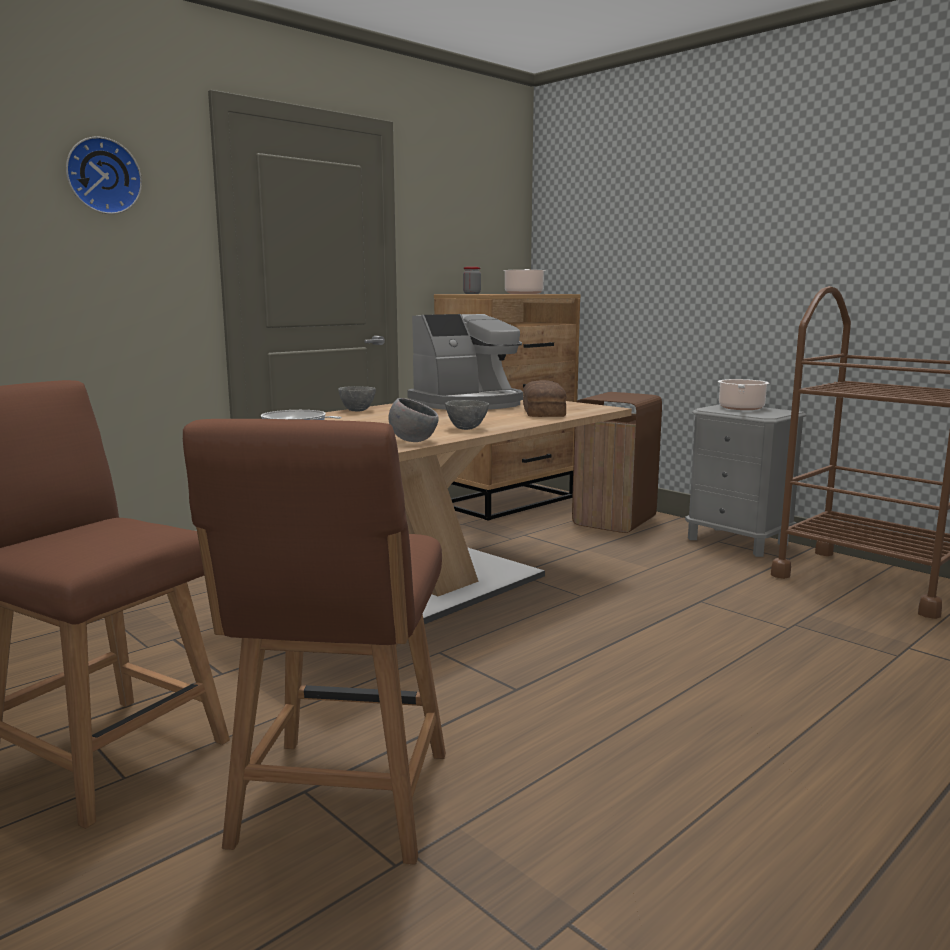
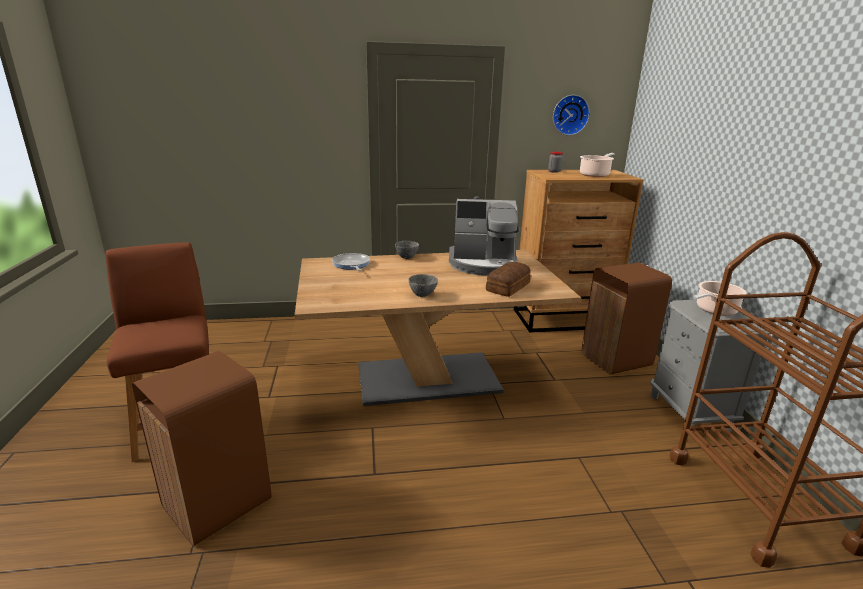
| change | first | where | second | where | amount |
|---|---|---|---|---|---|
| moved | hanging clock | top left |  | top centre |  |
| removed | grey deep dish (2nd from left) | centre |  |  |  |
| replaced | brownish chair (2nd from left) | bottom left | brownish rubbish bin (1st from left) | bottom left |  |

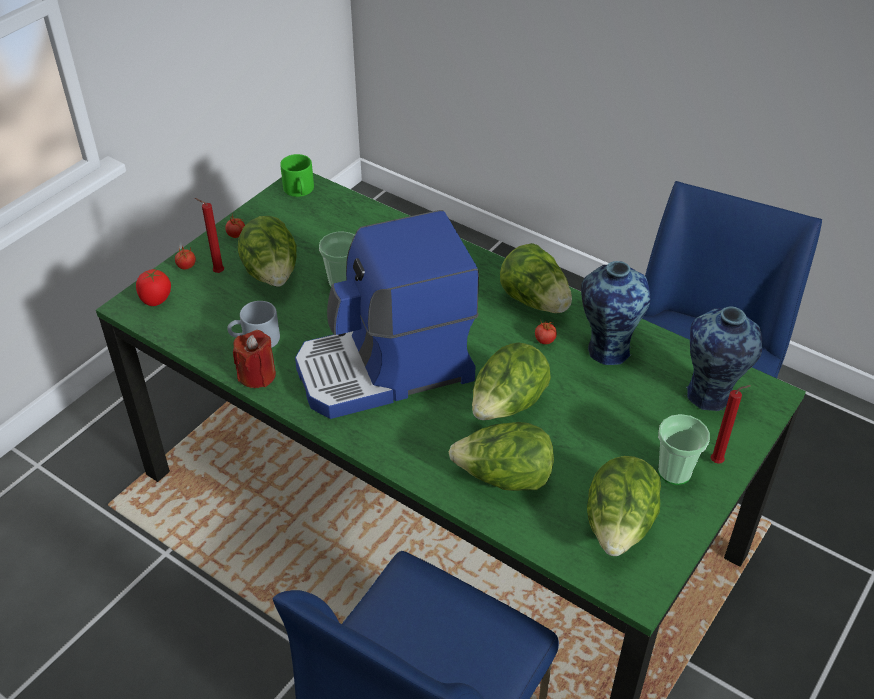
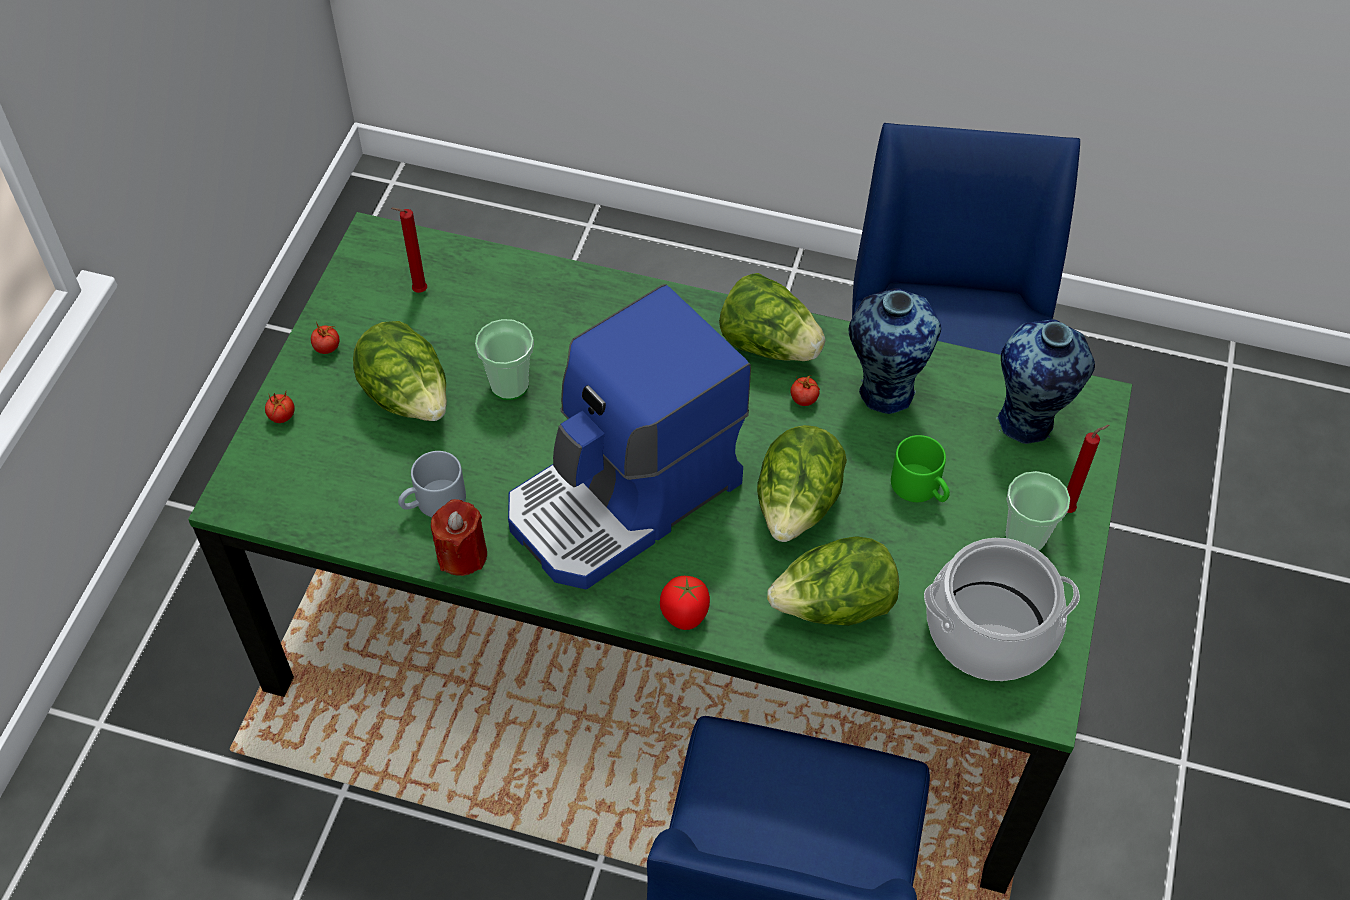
| change | first | where | second | where | amount |
|---|---|---|---|---|---|
| moved | greenish tea mug | top centre |  | middle right |  |
| moved | red-coloured wax light (1st from left) | middle left |  | top left |  |
| moved | whole tomato (1st from left in the first image) | middle left | whole tomato (3rd from left) | bottom centre |  |
| replaced | lettuce head (5th from left) | bottom right | cooking pot | bottom right |  |

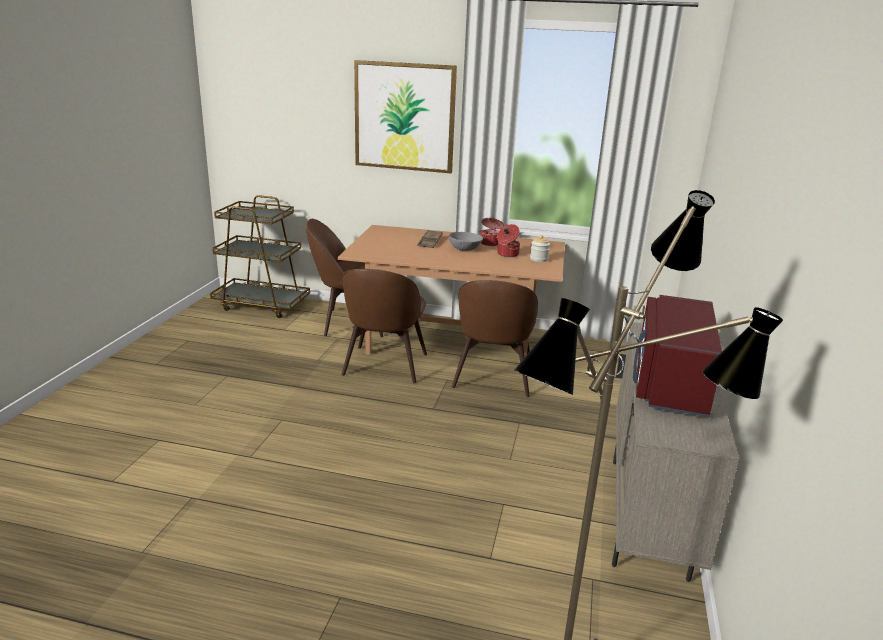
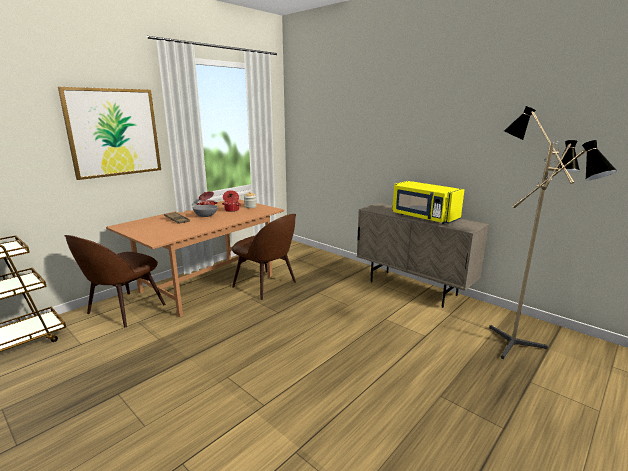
| change | first | where | second | where | amount |
|---|---|---|---|---|---|
| removed | brownish chair (2nd from left) | centre |  |  |  |
| recoloured | red-coloured microwave | middle right | yellowish microwave | middle right |  |

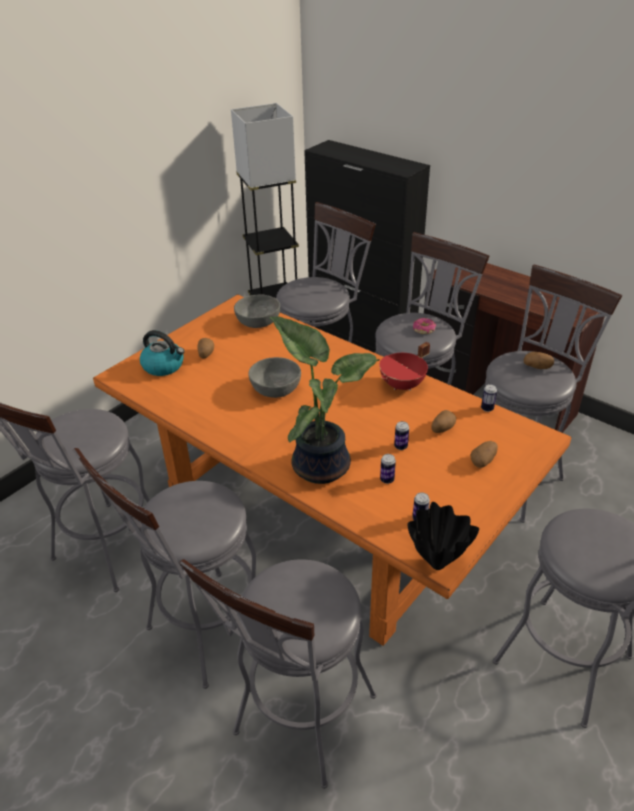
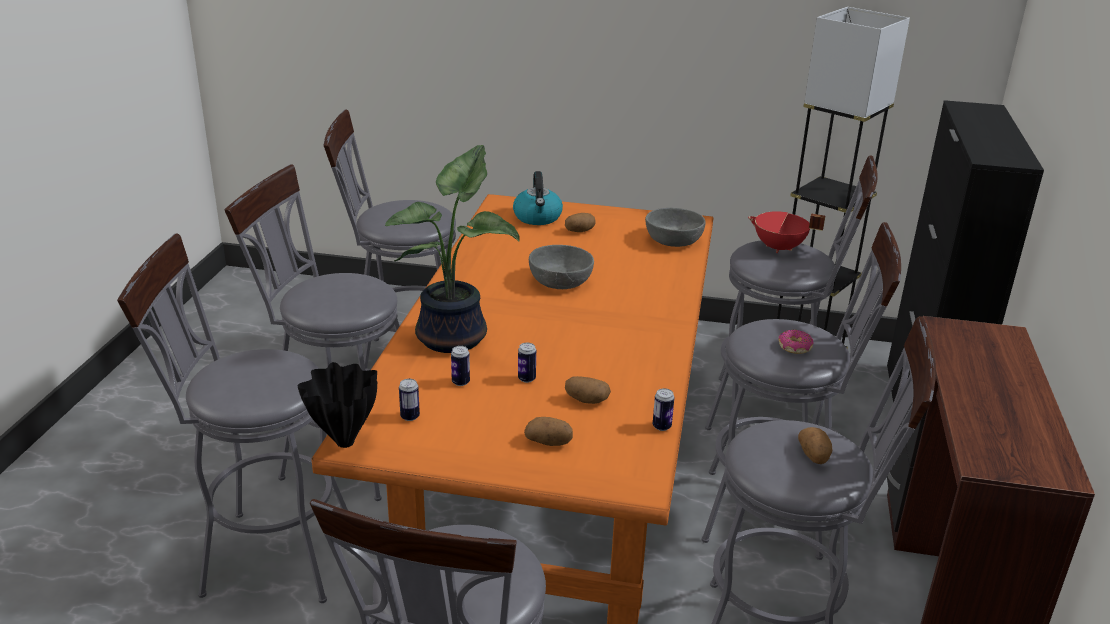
| change | first | where | second | where | amount |
|---|---|---|---|---|---|
| moved | red-coloured cooking pot | centre |  | middle right |  |

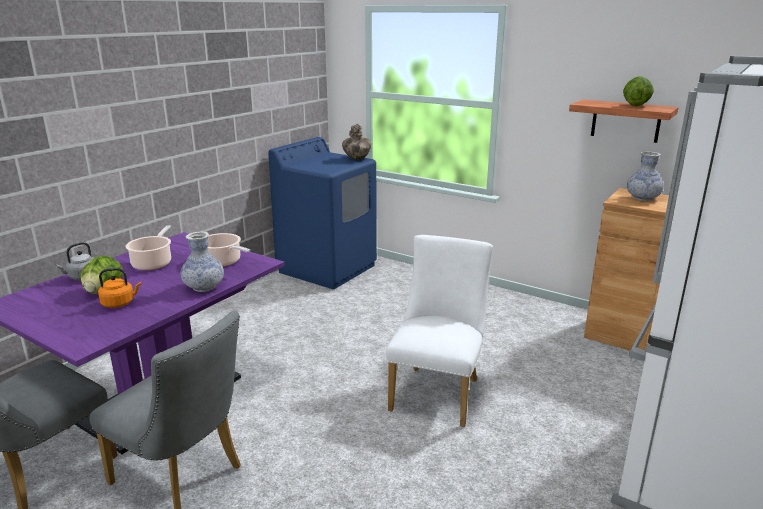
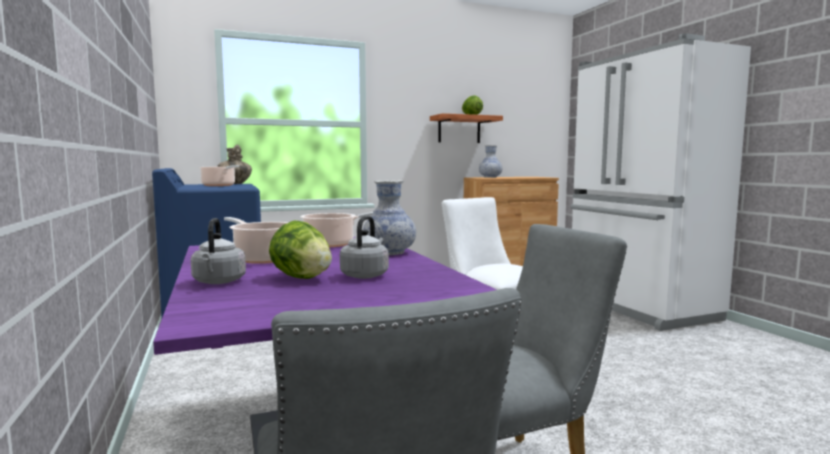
| change | first | where | second | where | amount |
|---|---|---|---|---|---|
| recoloured | orange tea kettle | middle left | grey tea kettle (2nd from left) | centre |  |
| added |  |  | cooking pot (1st from left) | middle left |  |

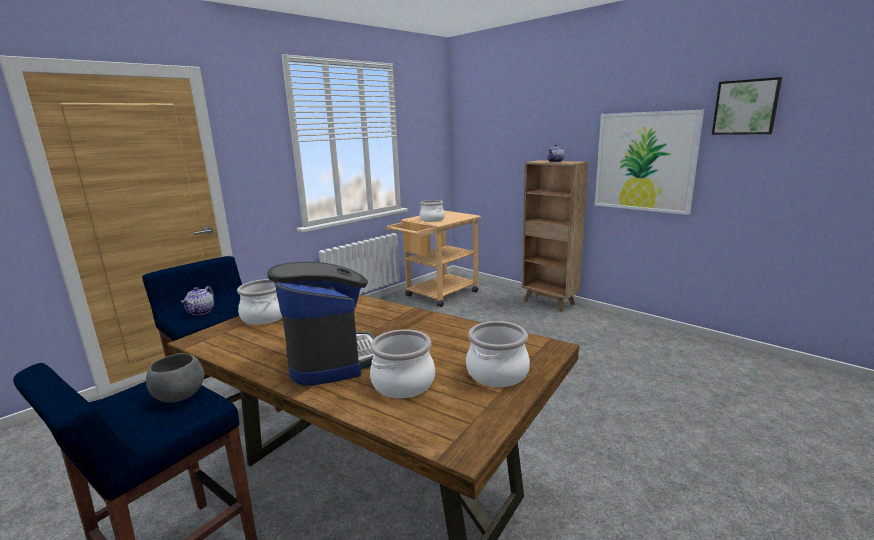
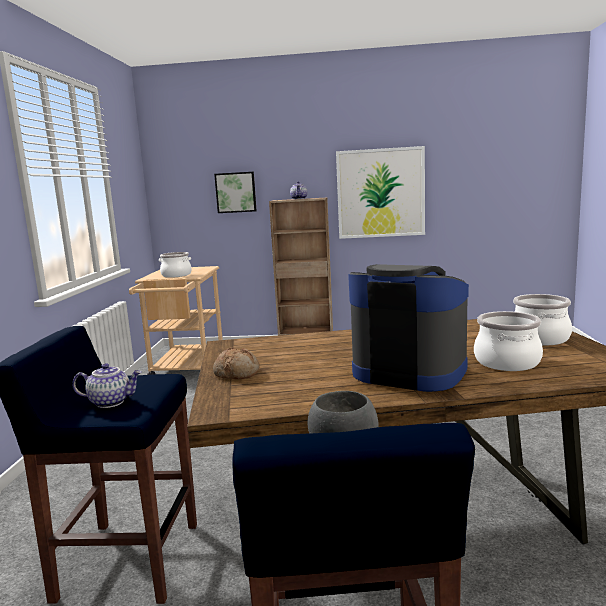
| change | first | where | second | where | amount |
|---|---|---|---|---|---|
| moved | picture (2nd from left in the first image) | top right | picture (1st from left) | top centre |  |
| replaced | cooking pot (1st from left) | middle left | bread | centre |  |
| turned | tea pot (1st from left) | middle left |  | middle left | 60 degrees counterclockwise |

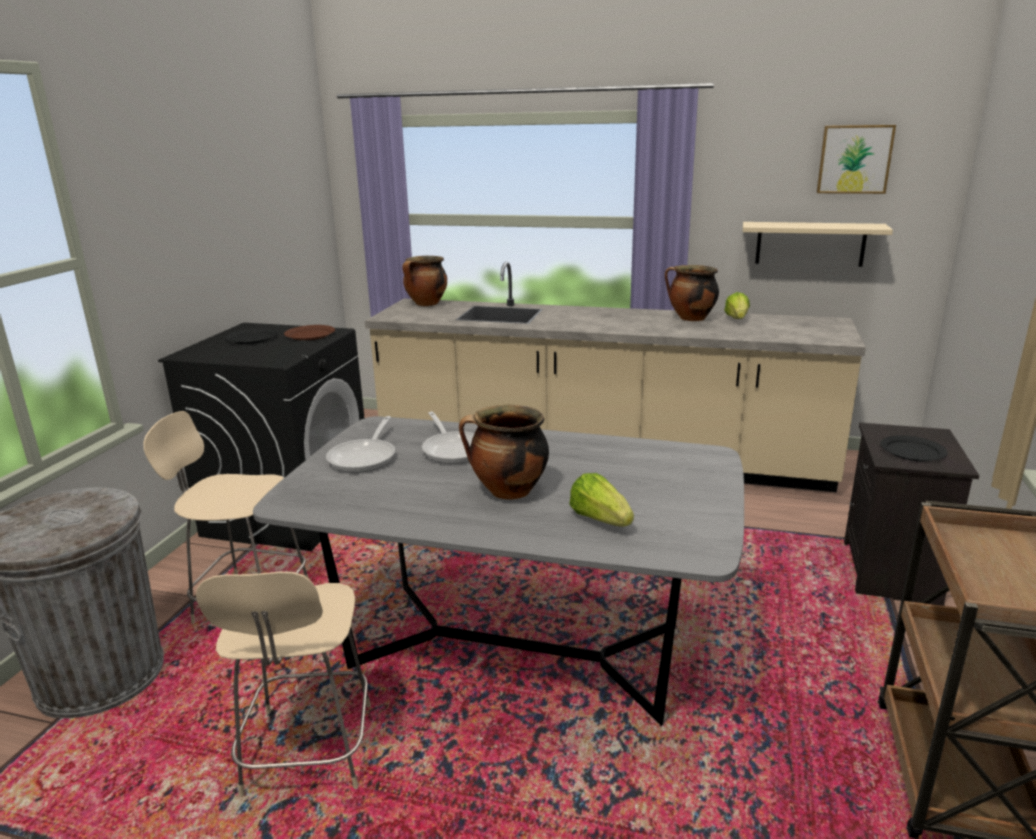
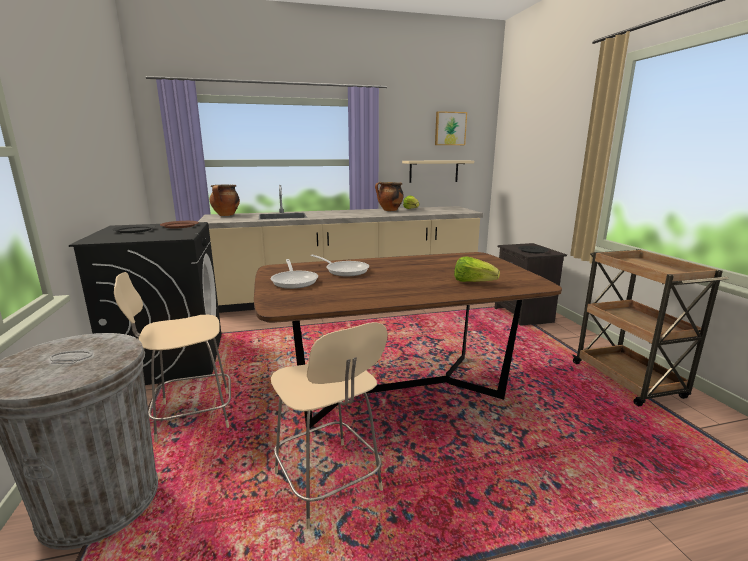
| change | first | where | second | where | amount |
|---|---|---|---|---|---|
| removed | cooking pot (2nd from left) | centre |  |  |  |
| recoloured | grey dinner table | bottom centre | brownish dinner table | centre |  |

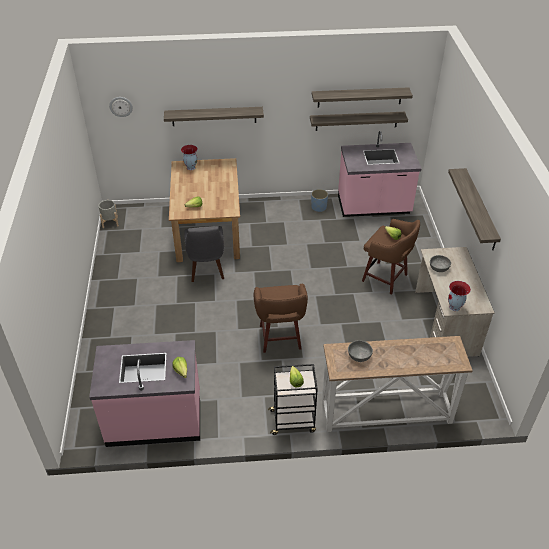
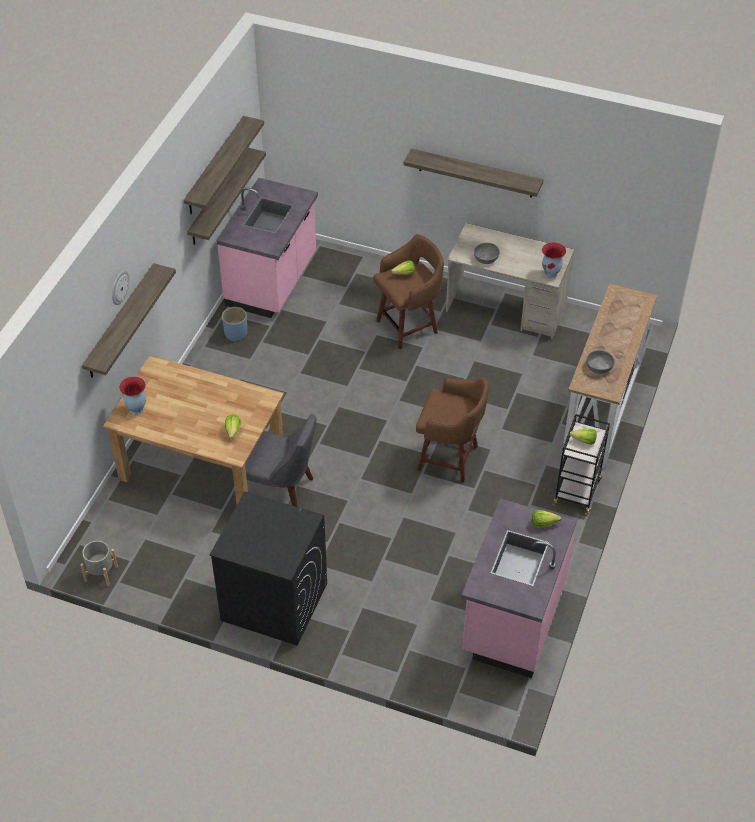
| change | first | where | second | where | amount |
|---|---|---|---|---|---|
| moved | hanging clock | top left |  | middle left |  |
| added |  |  | blackish laundry machine | bottom centre |  |

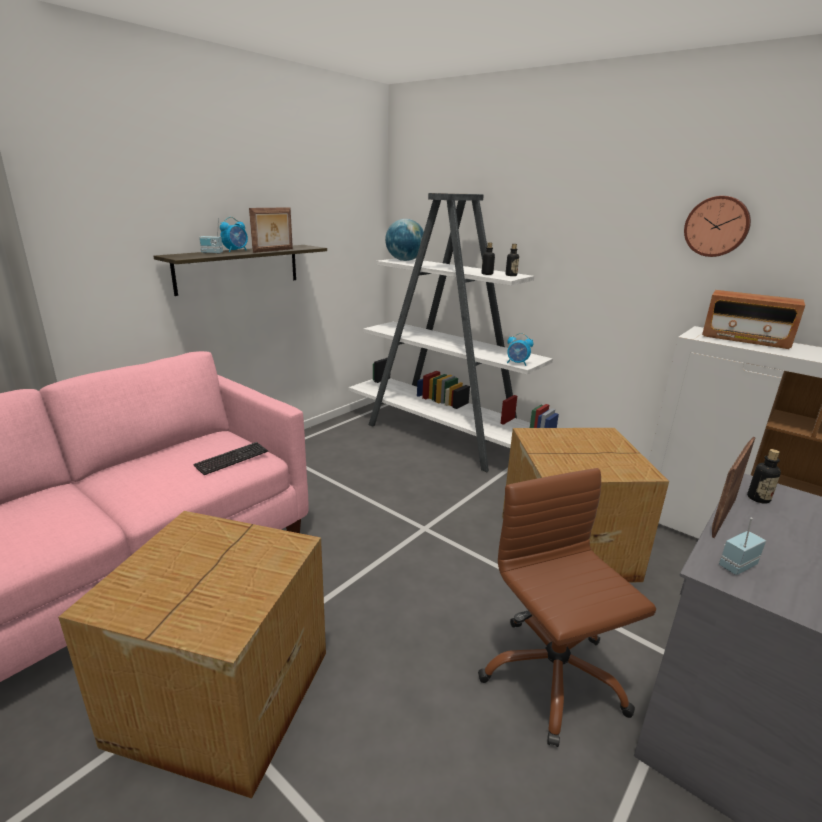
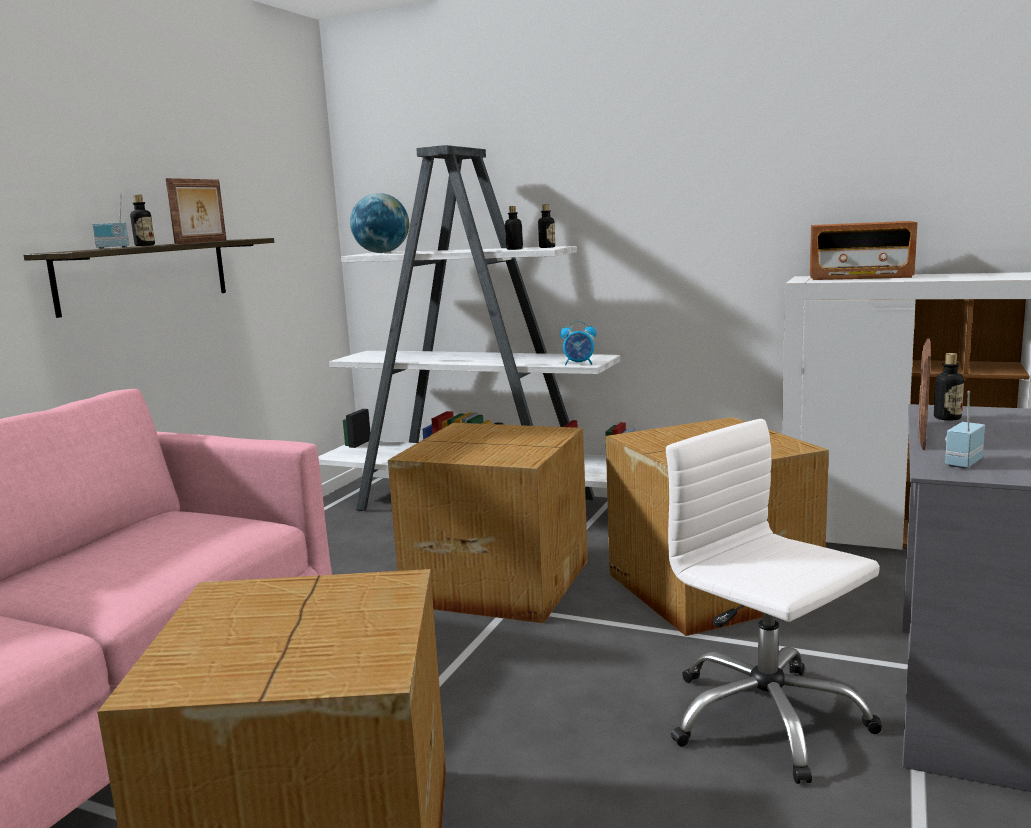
| change | first | where | second | where | amount |
|---|---|---|---|---|---|
| removed | hanging clock | top right |  |  |  |
| replaced | bedside clock (1st from left) | top left | drink bottle (1st from left) | top left |  |
| removed | keyboard | middle left |  |  |  |
| recoloured | brownish office chair | bottom right | white office chair | bottom right |  |
| added |  |  | carton (2nd from left) | centre |  |

